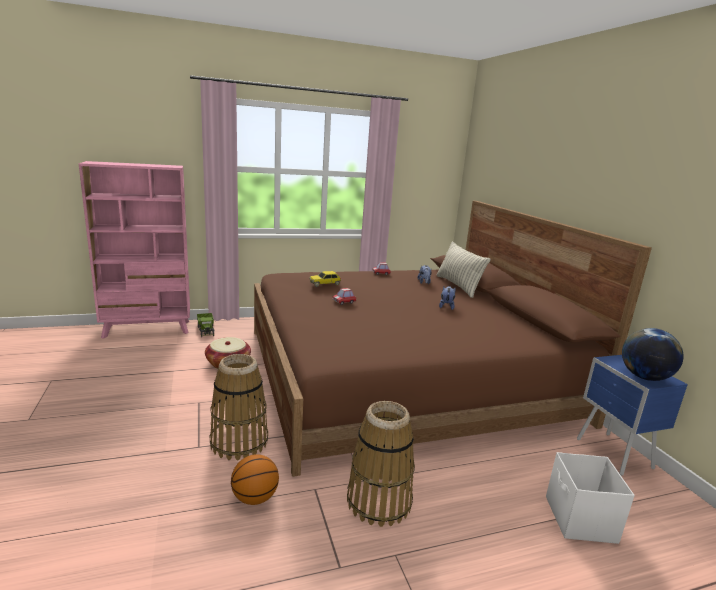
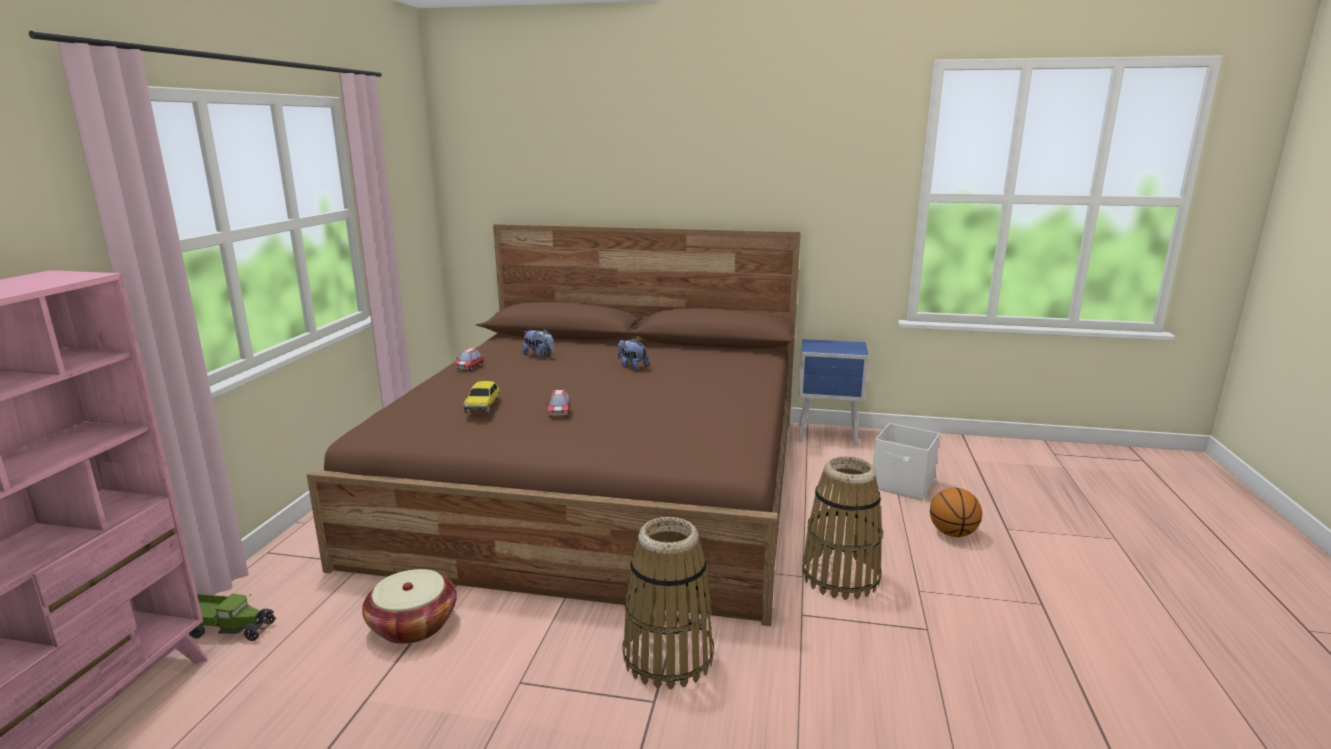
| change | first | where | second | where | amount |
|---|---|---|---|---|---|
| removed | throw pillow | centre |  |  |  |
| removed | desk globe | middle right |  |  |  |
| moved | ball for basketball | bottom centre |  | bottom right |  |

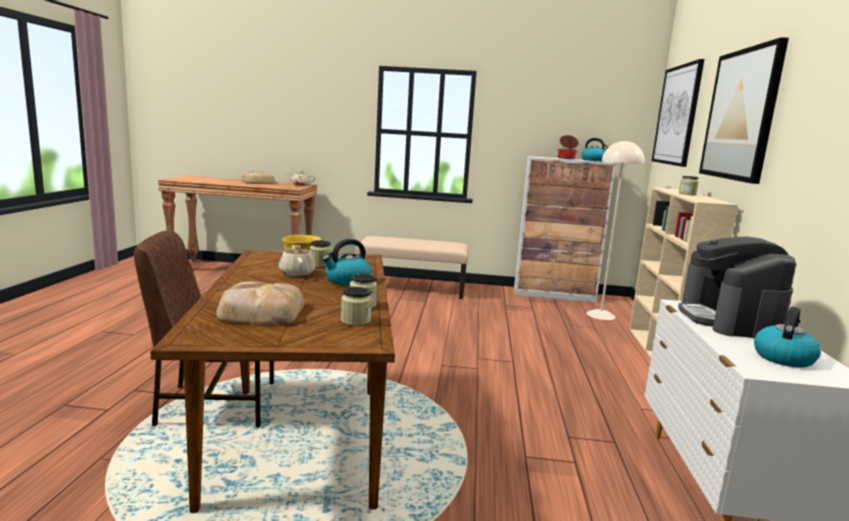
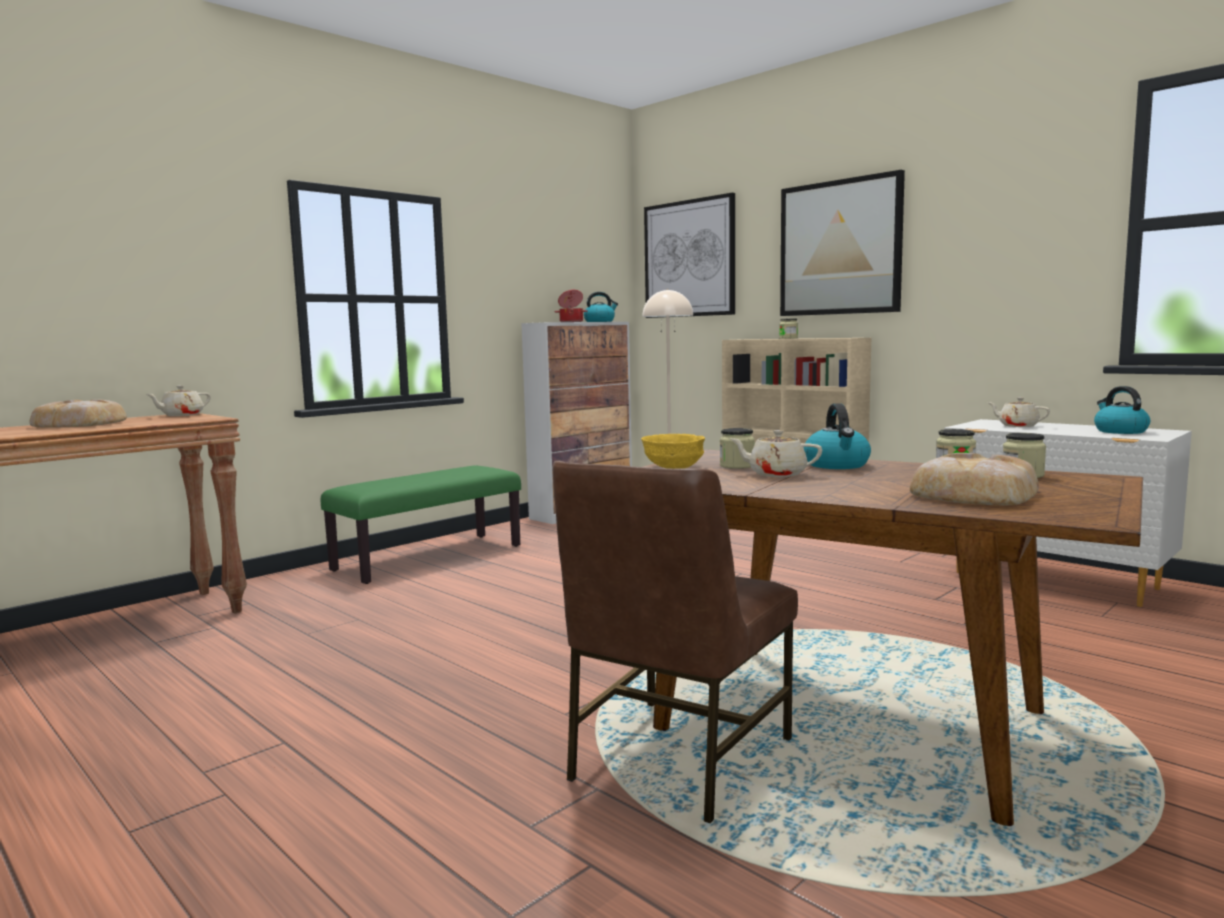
| change | first | where | second | where | amount |
|---|---|---|---|---|---|
| recoloured | beige indoor bench | centre | greenish indoor bench | centre |  |
| replaced | coffee machine | middle right | beige tea pot (3rd from left) | middle right |  |

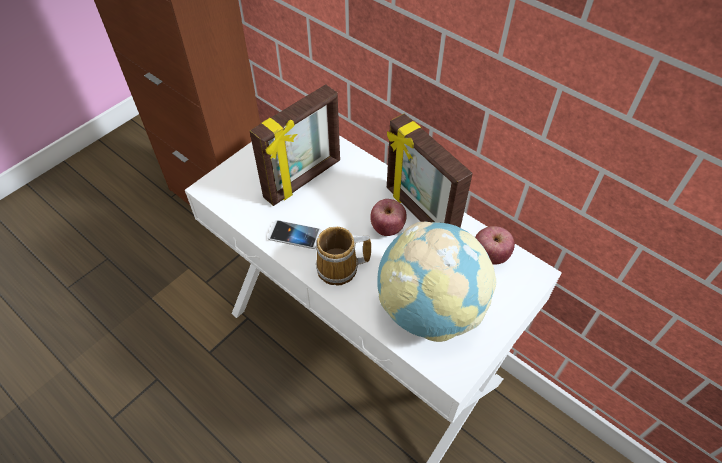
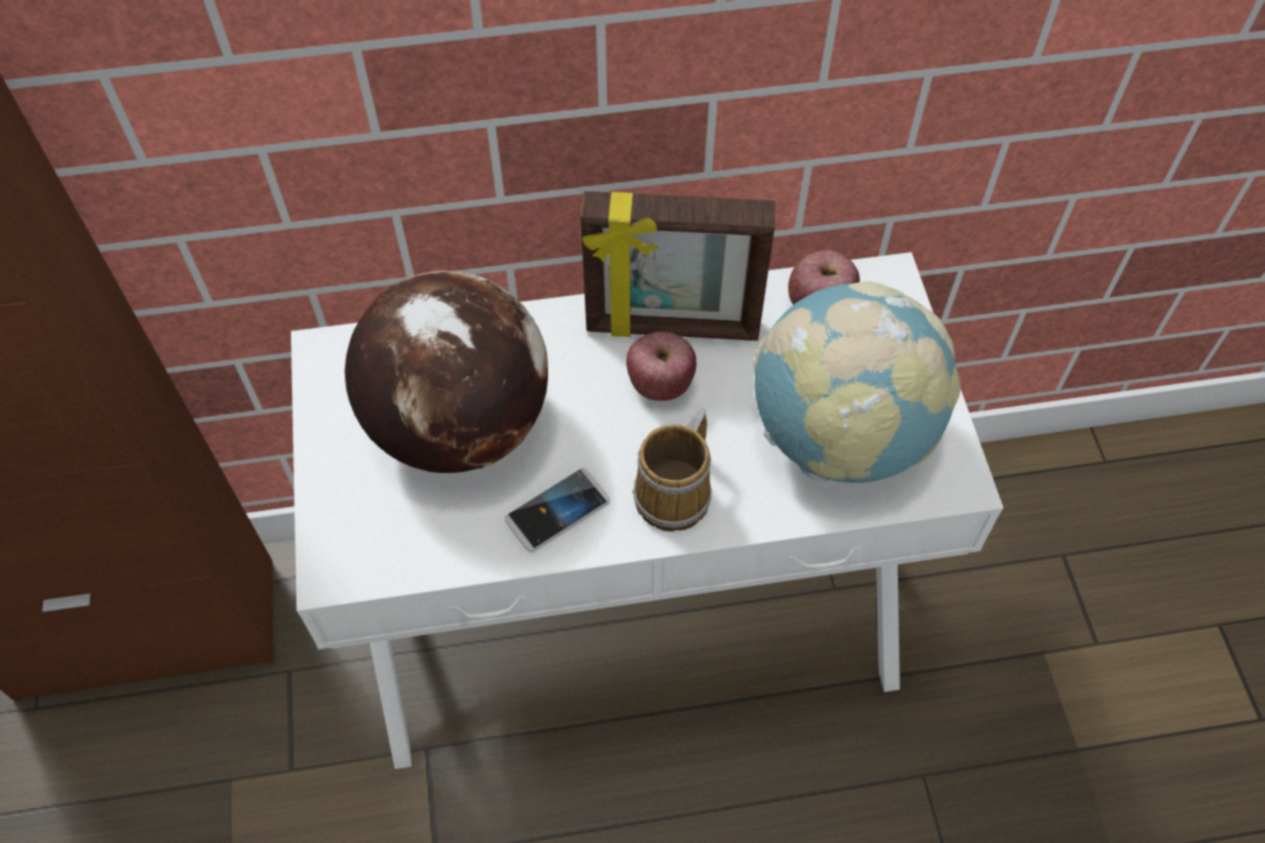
| change | first | where | second | where | amount |
|---|---|---|---|---|---|
| replaced | photo frame (1st from left) | top centre | desk globe (1st from left) | centre |  |

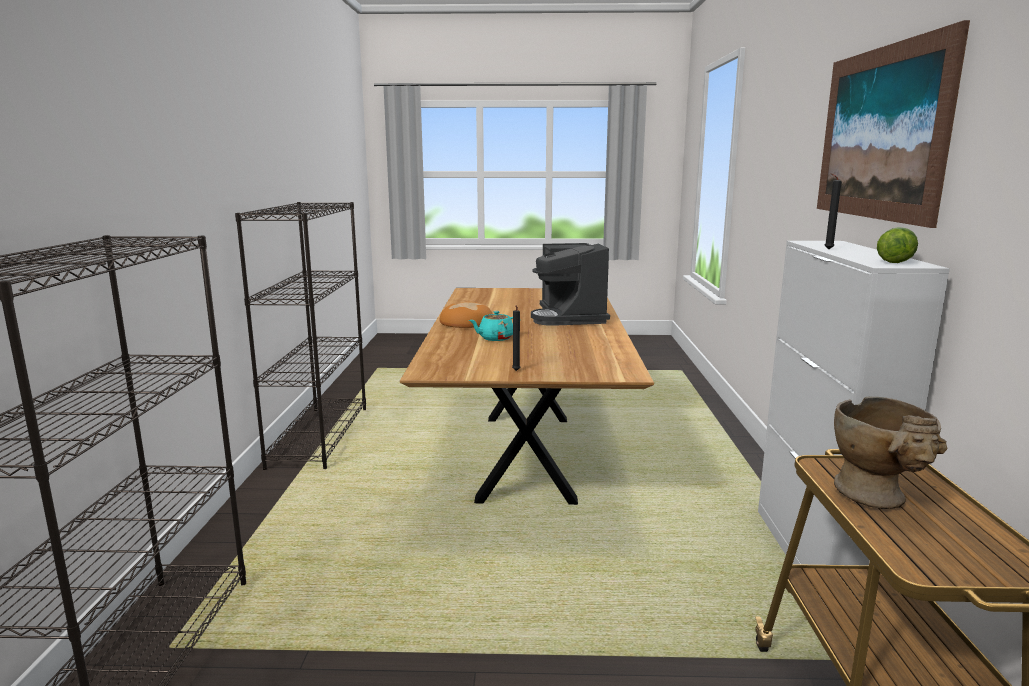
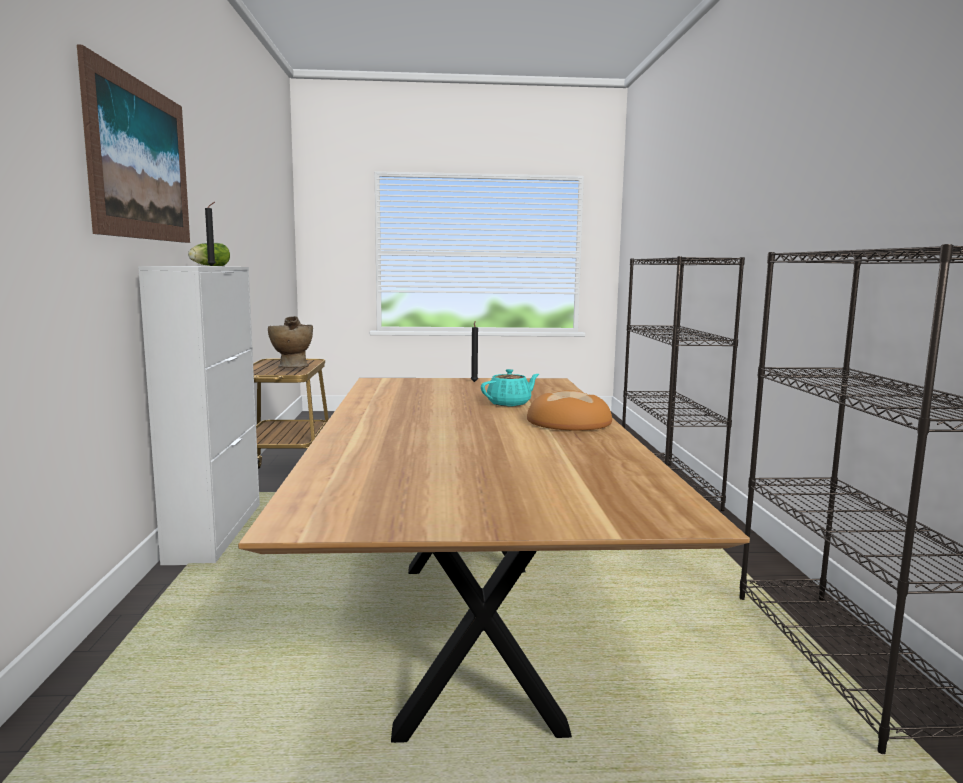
| change | first | where | second | where | amount |
|---|---|---|---|---|---|
| removed | coffee machine | centre |  |  |  |

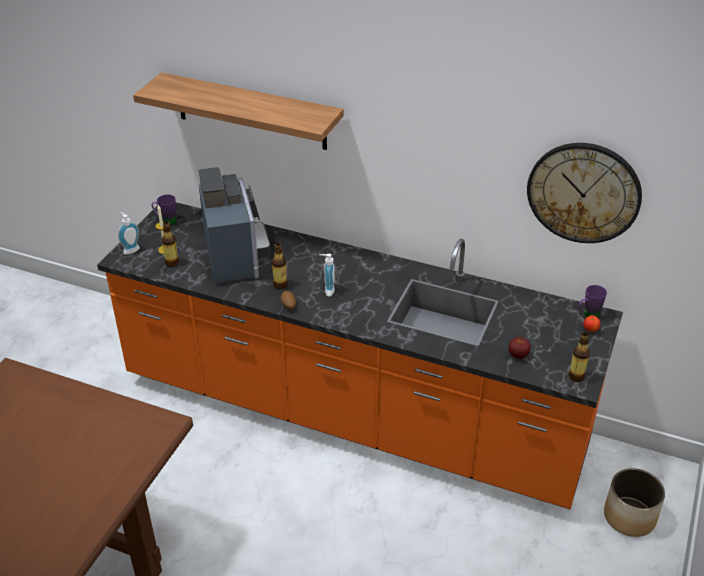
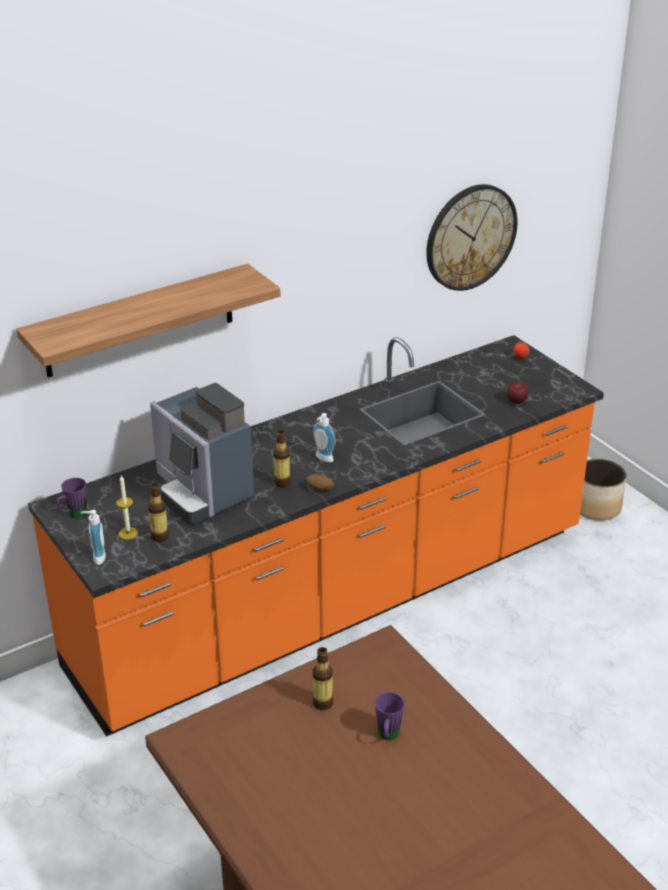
| change | first | where | second | where | amount |
|---|---|---|---|---|---|
| turned | coffee machine | centre |  | middle left | 150 degrees counterclockwise |
| moved | purple tea mug (2nd from left) | middle right |  | bottom centre |  |
| moved | drink bottle (3rd from left) | middle right |  | bottom centre |  |

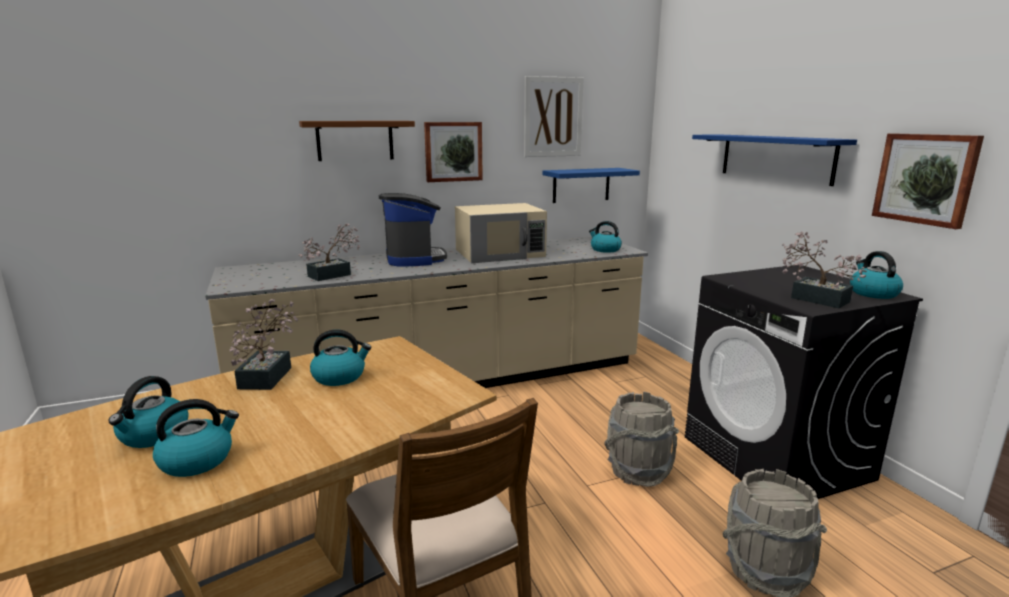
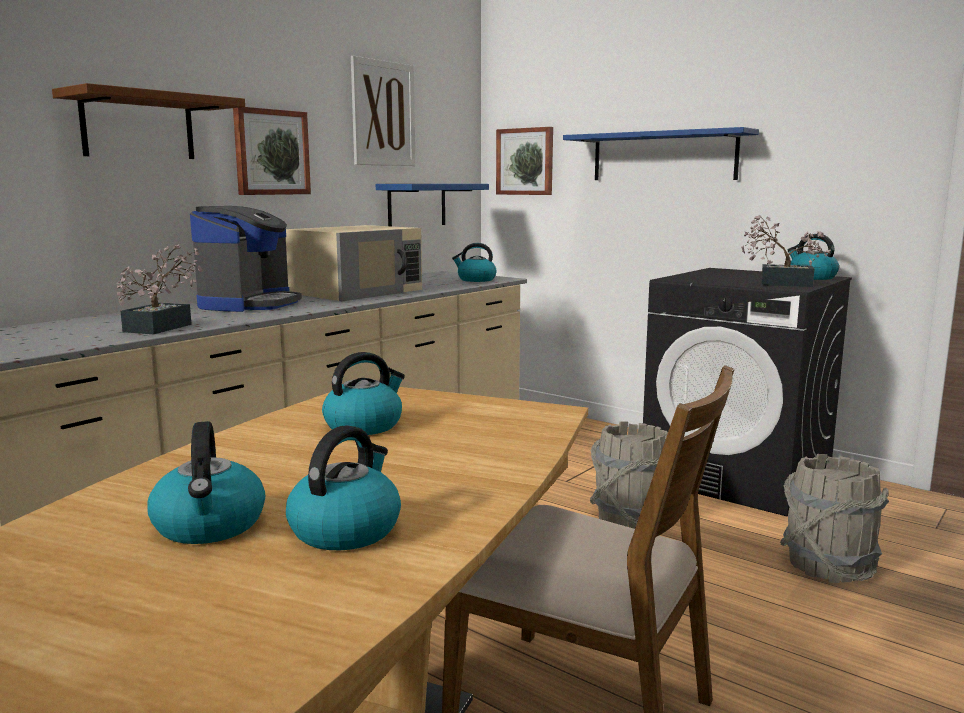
| change | first | where | second | where | amount |
|---|---|---|---|---|---|
| moved | picture (3rd from left) | top right |  | top centre |  |
| turned | coffee machine | centre |  | middle left | 60 degrees clockwise |
| removed | plant in a pot (1st from left) | middle left |  |  |  |

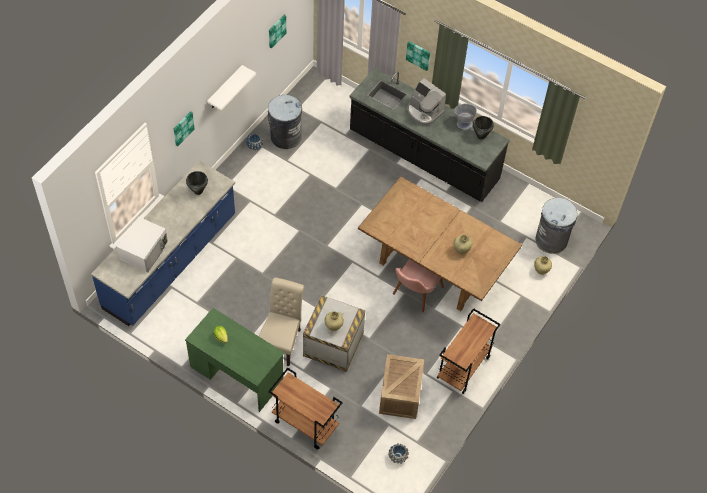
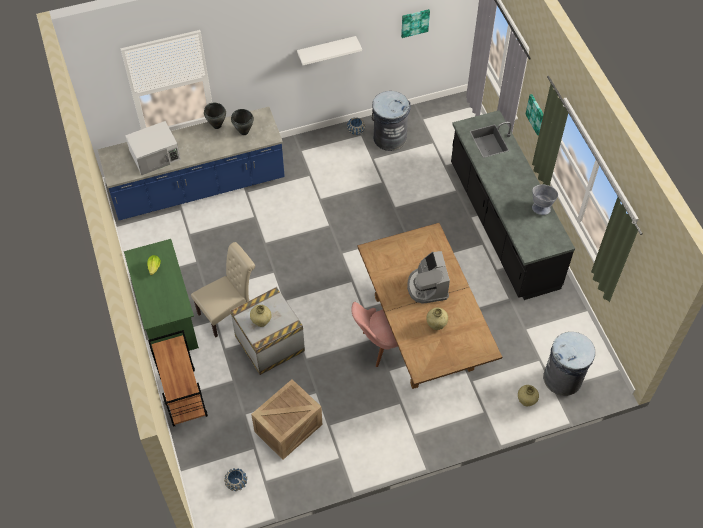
| change | first | where | second | where | amount |
|---|---|---|---|---|---|
| moved | coffee machine | top centre |  | centre |  |
| removed | picture (1st from left) | top left |  |  |  |
| moved | blackish cooking pot (2nd from left in the first image) | top right | blackish cooking pot (1st from left) | top left |  |
| removed | brownish trolley (2nd from left) | bottom centre |  |  |  |

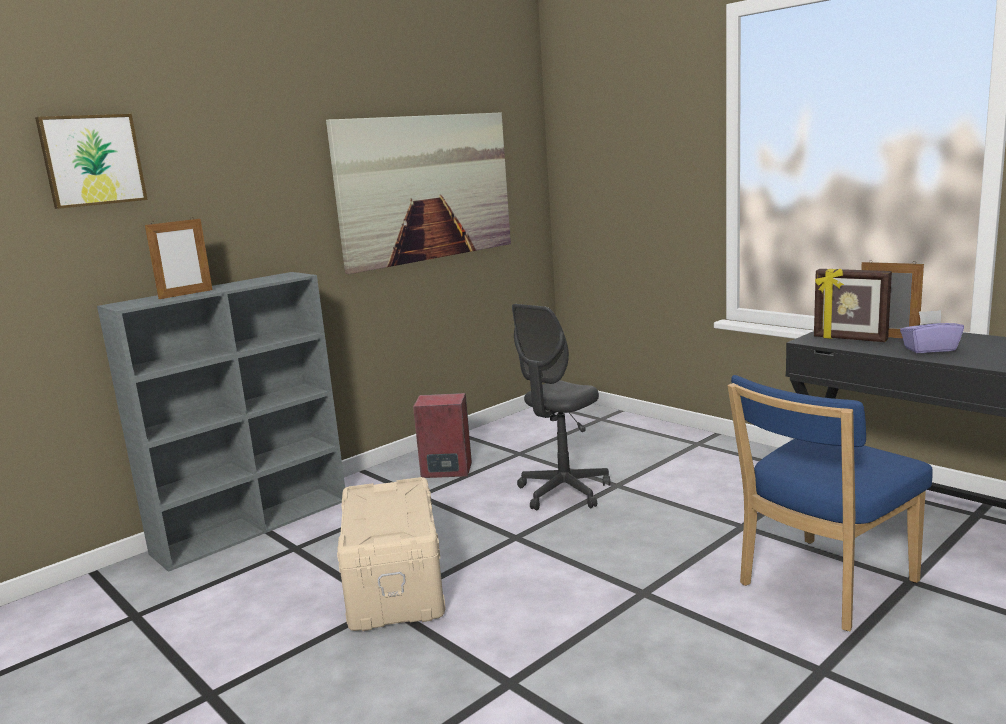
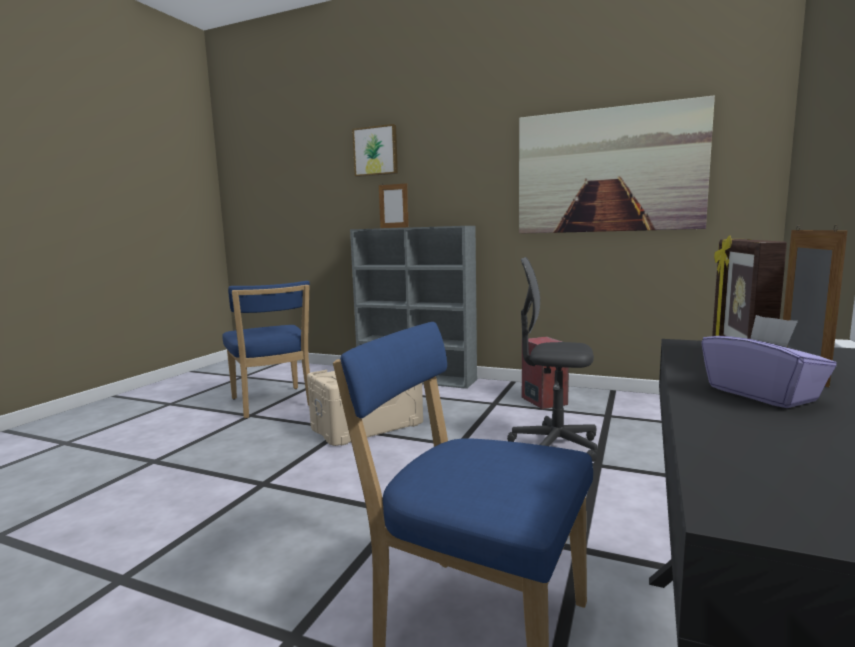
| change | first | where | second | where | amount |
|---|---|---|---|---|---|
| added |  |  | bluish chair (1st from left) | middle left |  |

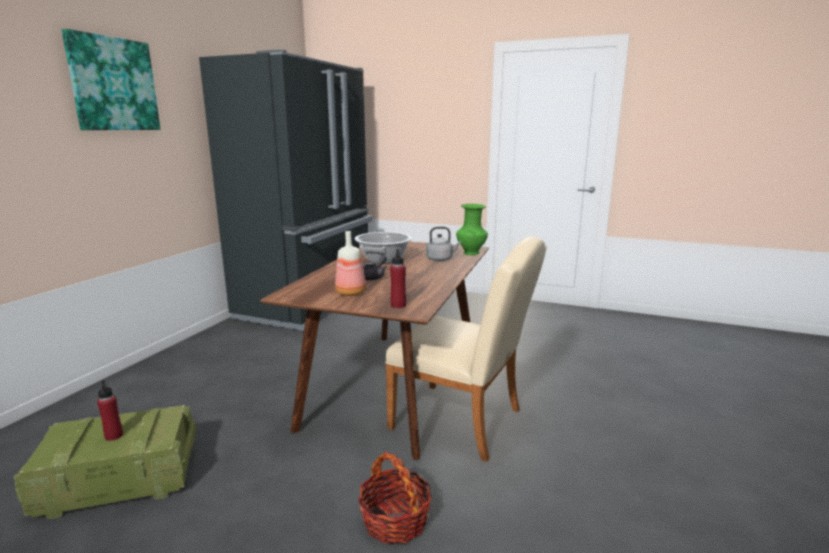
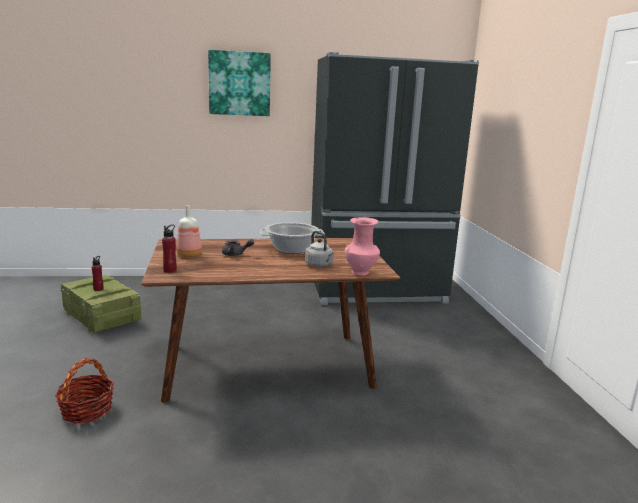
| change | first | where | second | where | amount |
|---|---|---|---|---|---|
| recoloured | greenish vase | centre | pinkish vase | centre |  |
| removed | beige chair | centre |  |  |  |

